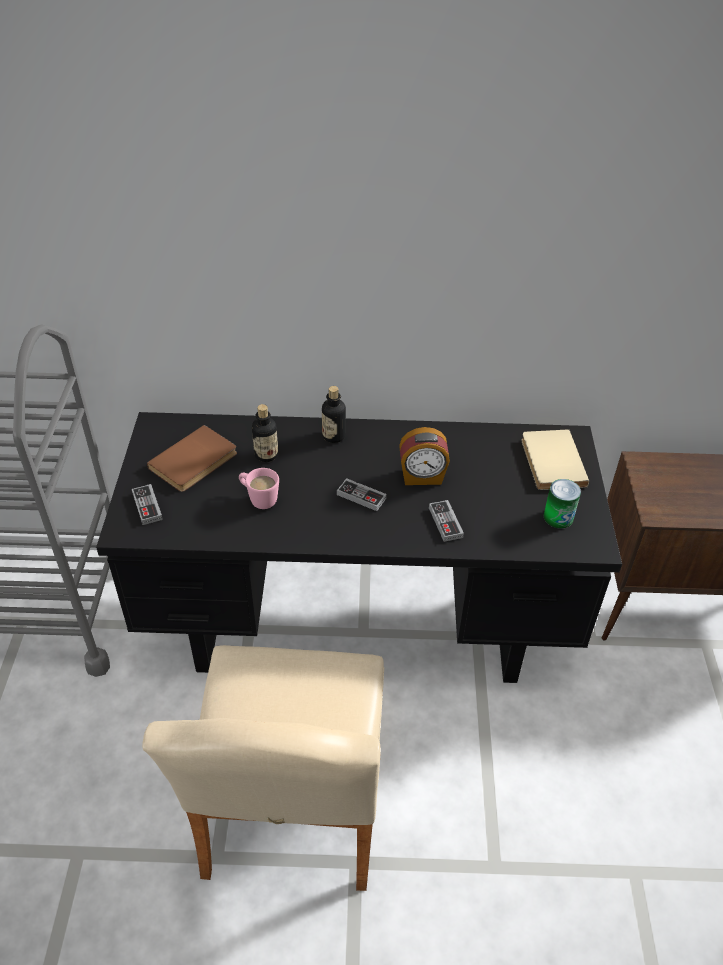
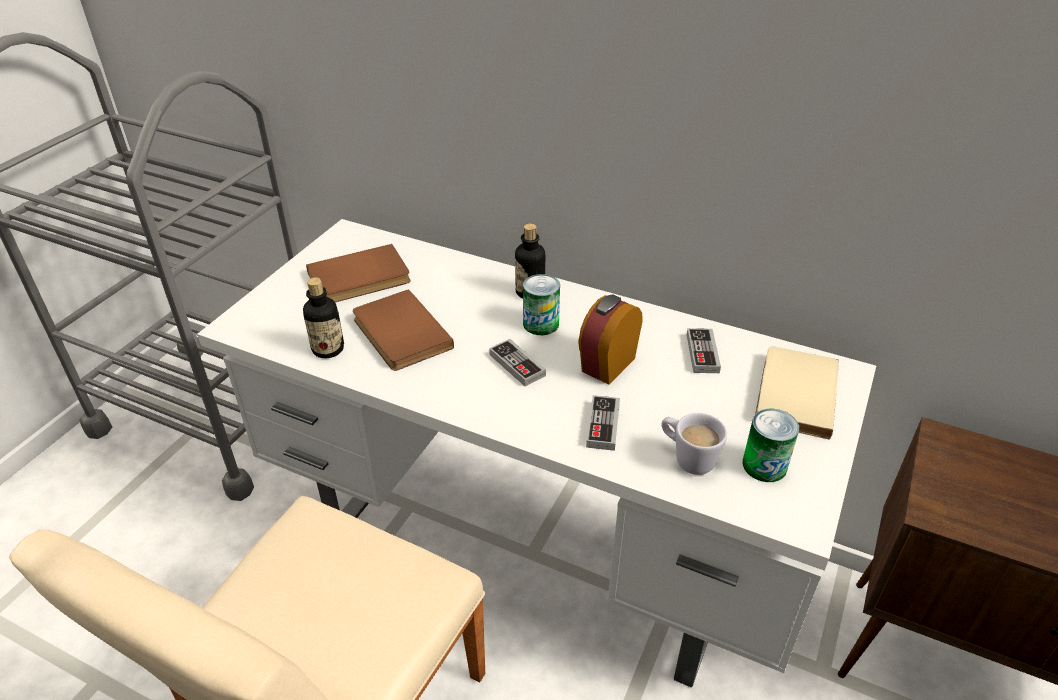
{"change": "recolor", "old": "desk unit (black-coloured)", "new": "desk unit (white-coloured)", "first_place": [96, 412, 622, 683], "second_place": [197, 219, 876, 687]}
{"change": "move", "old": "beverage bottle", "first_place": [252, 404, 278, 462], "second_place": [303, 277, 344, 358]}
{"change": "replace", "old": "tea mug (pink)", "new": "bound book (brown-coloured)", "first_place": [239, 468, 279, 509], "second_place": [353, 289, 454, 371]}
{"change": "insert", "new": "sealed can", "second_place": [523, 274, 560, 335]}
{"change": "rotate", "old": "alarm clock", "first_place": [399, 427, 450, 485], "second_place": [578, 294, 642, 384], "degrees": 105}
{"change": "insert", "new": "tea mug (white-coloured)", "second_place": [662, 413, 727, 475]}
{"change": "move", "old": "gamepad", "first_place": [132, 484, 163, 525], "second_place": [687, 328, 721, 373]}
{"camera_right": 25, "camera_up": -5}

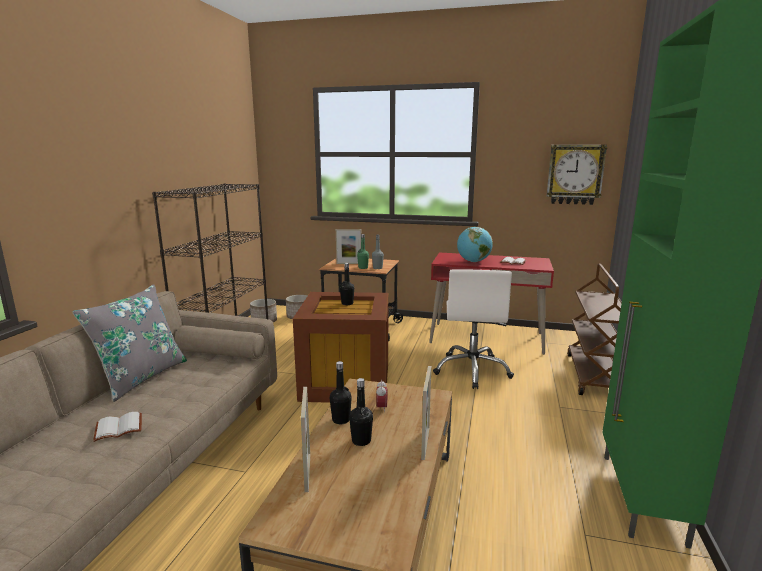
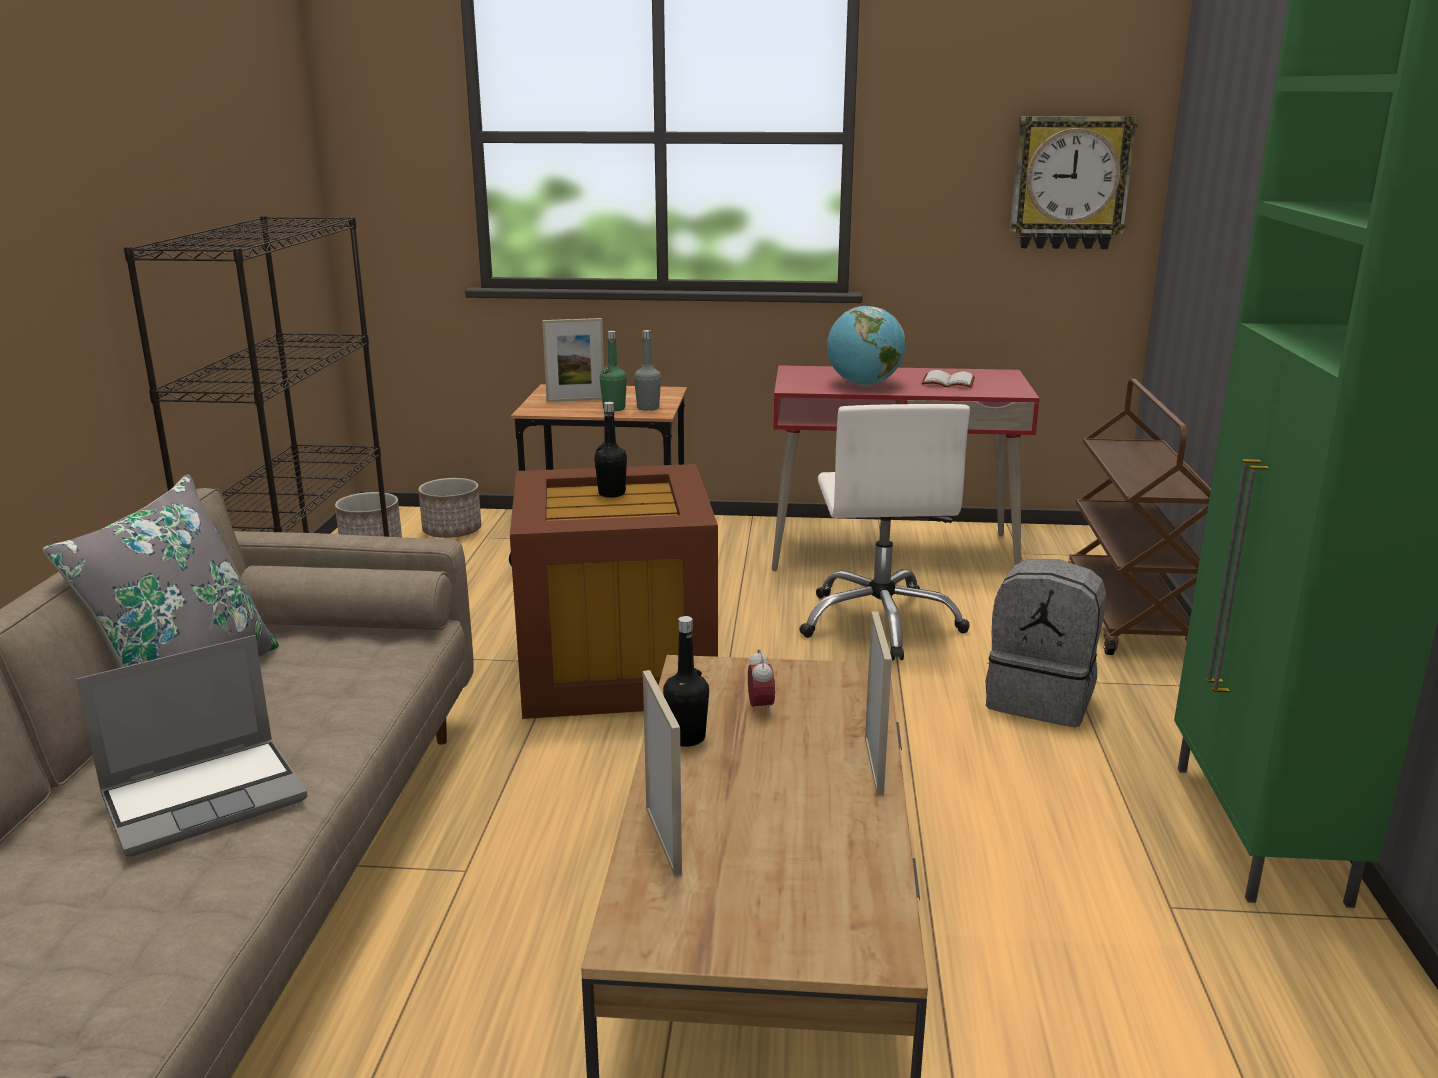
{"change": "replace", "old": "bound book (white-coloured)", "new": "notebook computer", "first_place": [93, 412, 142, 442], "second_place": [76, 635, 308, 857]}
{"change": "insert", "new": "backpack (greyish)", "second_place": [986, 559, 1106, 727]}
{"change": "delete", "old": "beverage bottle (black-coloured)", "first_place": [349, 378, 373, 446]}
{"camera_right": -10, "camera_up": 5}

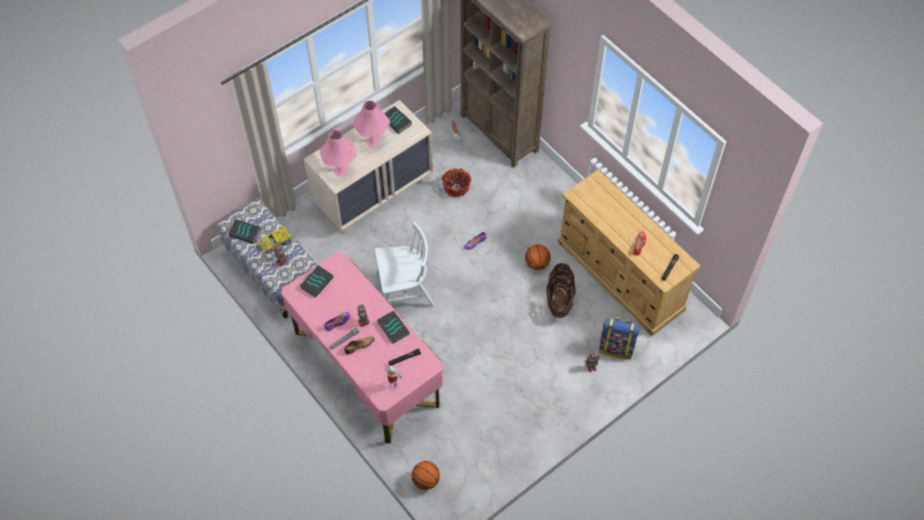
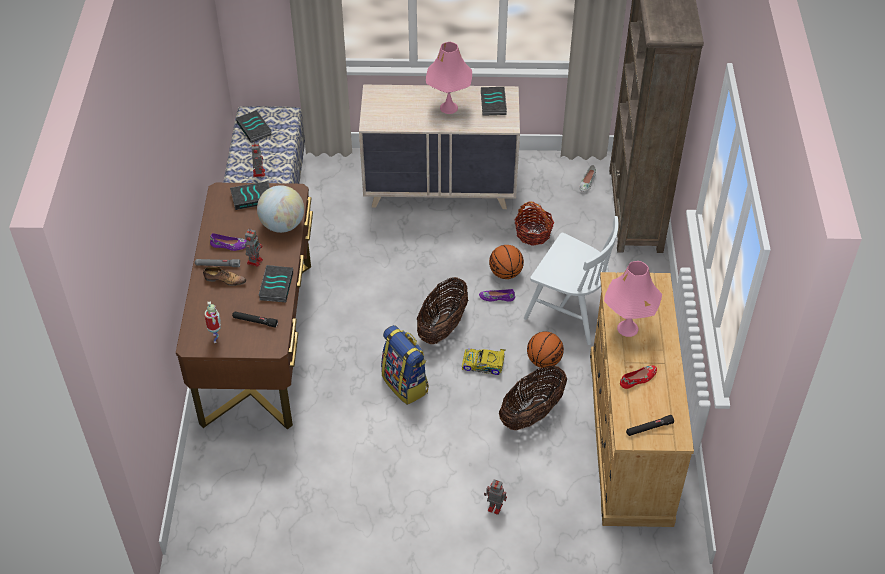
{"change": "recolor", "old": "desk unit (pink)", "new": "desk unit (brown-coloured)", "first_place": [281, 252, 443, 443], "second_place": [176, 183, 313, 429]}
{"change": "insert", "new": "world globe", "second_place": [257, 185, 304, 233]}
{"change": "move", "old": "backpack", "first_place": [599, 317, 639, 359], "second_place": [381, 325, 429, 405]}
{"change": "insert", "new": "household basket", "second_place": [417, 277, 468, 344]}
{"change": "move", "old": "model car", "first_place": [259, 225, 292, 254], "second_place": [462, 349, 506, 375]}
{"change": "move", "old": "ball for basketball", "first_place": [411, 461, 440, 490], "second_place": [489, 245, 524, 279]}
{"change": "move", "old": "plain chair (white-coloured)", "first_place": [375, 222, 435, 307], "second_place": [524, 216, 618, 345]}
{"change": "move", "old": "table lamp (pink)", "first_place": [319, 130, 357, 177], "second_place": [604, 261, 662, 337]}
{"camera_right": 40, "camera_up": -10}

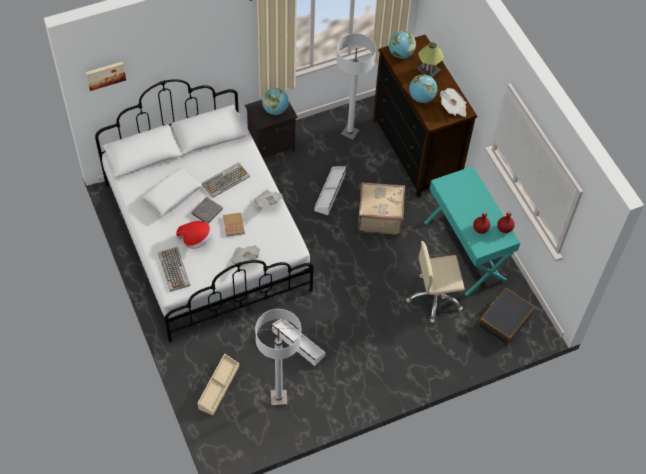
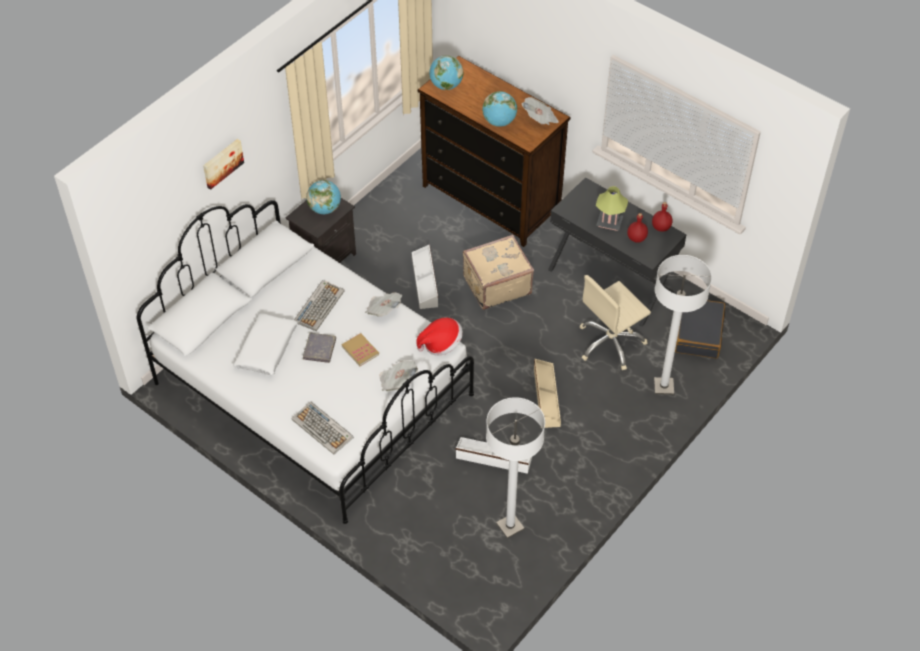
{"change": "move", "old": "wall picture", "first_place": [86, 62, 126, 91], "second_place": [203, 139, 244, 190]}
{"change": "move", "old": "wearable hat", "first_place": [176, 221, 213, 249], "second_place": [416, 317, 463, 355]}
{"change": "move", "old": "storage container (beige)", "first_place": [197, 353, 239, 415], "second_place": [534, 359, 561, 428]}
{"change": "recolor", "old": "desk unit (turquoise)", "new": "desk unit (black-coloured)", "first_place": [424, 166, 520, 296], "second_place": [548, 177, 687, 326]}
{"change": "move", "old": "table lamp", "first_place": [417, 42, 444, 77], "second_place": [596, 186, 628, 231]}
{"change": "move", "old": "standard lamp (white-coloured)", "first_place": [336, 33, 376, 140], "second_place": [654, 255, 712, 395]}
{"camera_right": -25, "camera_up": -5}

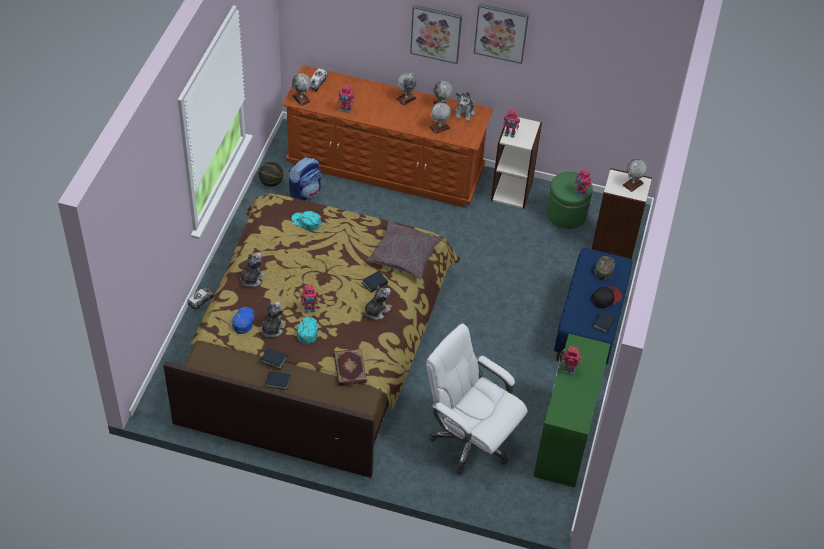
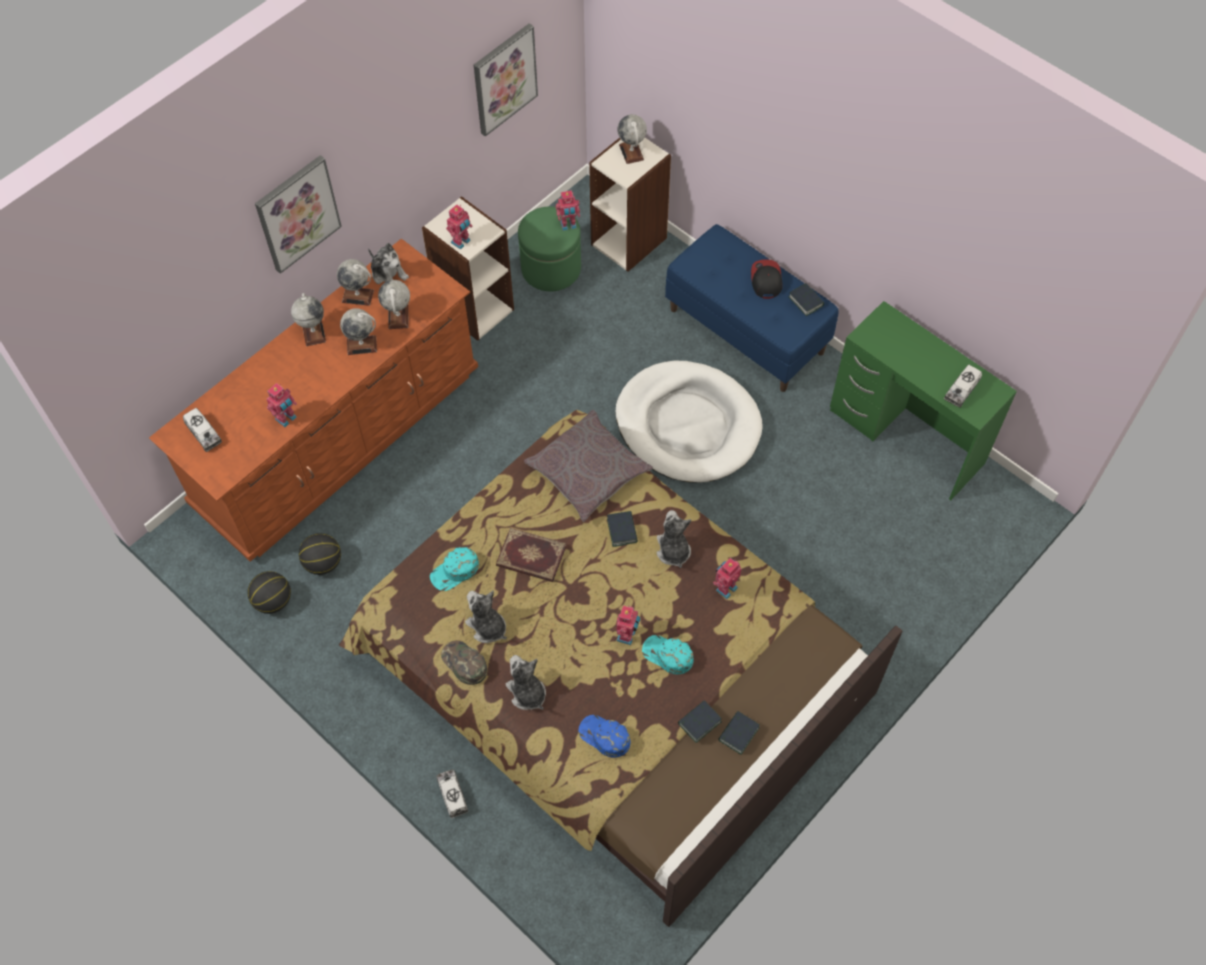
{"change": "replace", "old": "backpack", "new": "ball for basketball", "first_place": [289, 157, 321, 201], "second_place": [299, 533, 341, 575]}
{"change": "move", "old": "world globe", "first_place": [292, 73, 311, 106], "second_place": [340, 308, 377, 355]}
{"change": "move", "old": "baseball cap (green)", "first_place": [594, 256, 615, 280], "second_place": [441, 640, 487, 685]}
{"change": "move", "old": "soft toy", "first_place": [261, 302, 284, 337], "second_place": [465, 590, 507, 643]}
{"change": "move", "old": "wall picture", "first_place": [474, 3, 529, 64], "second_place": [474, 23, 538, 137]}
{"change": "move", "old": "bound book", "first_place": [334, 349, 367, 385], "second_place": [496, 528, 566, 582]}
{"change": "insert", "new": "dog bed (white-coloured)", "second_place": [615, 361, 763, 483]}
{"change": "move", "old": "robot figure", "first_place": [562, 346, 582, 376], "second_place": [713, 558, 742, 599]}
{"change": "insert", "new": "toy lorry", "second_place": [944, 365, 982, 407]}
{"change": "delete", "old": "desk chair (white-coloured)", "first_place": [426, 323, 527, 475]}
{"camera_right": -60, "camera_up": 10}

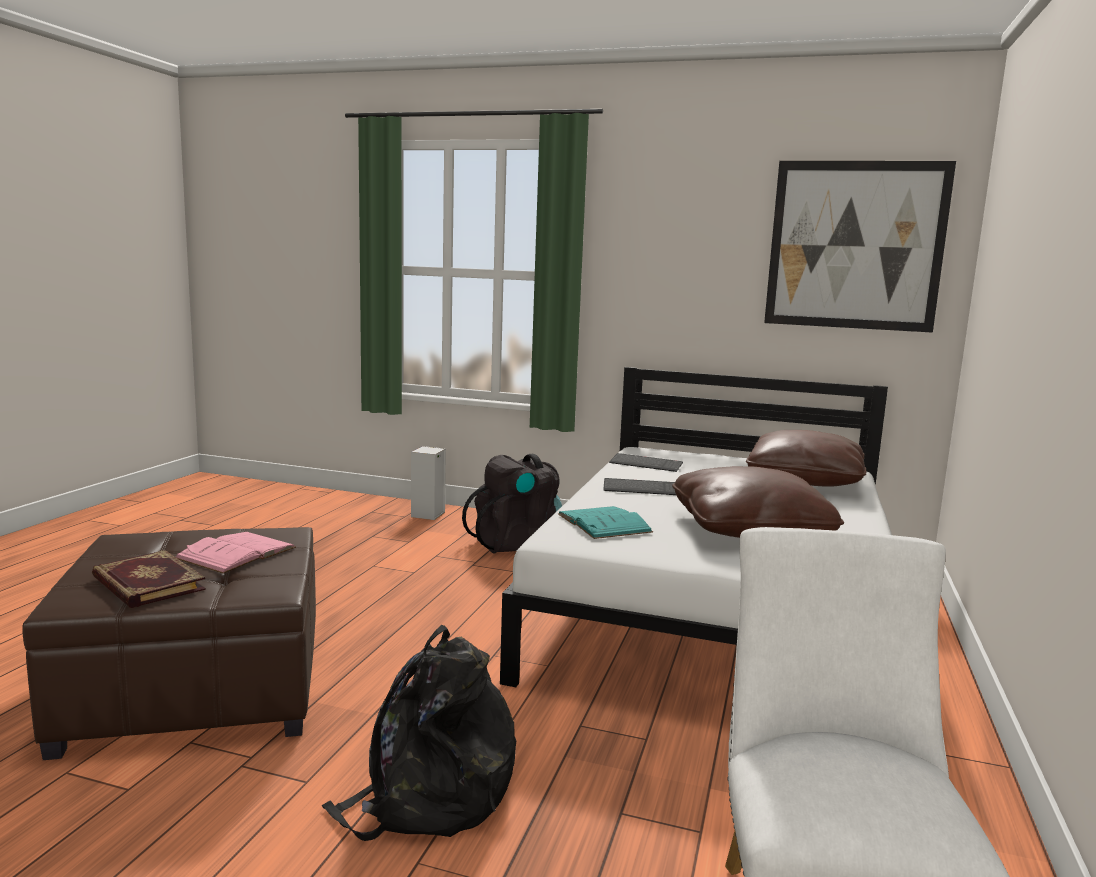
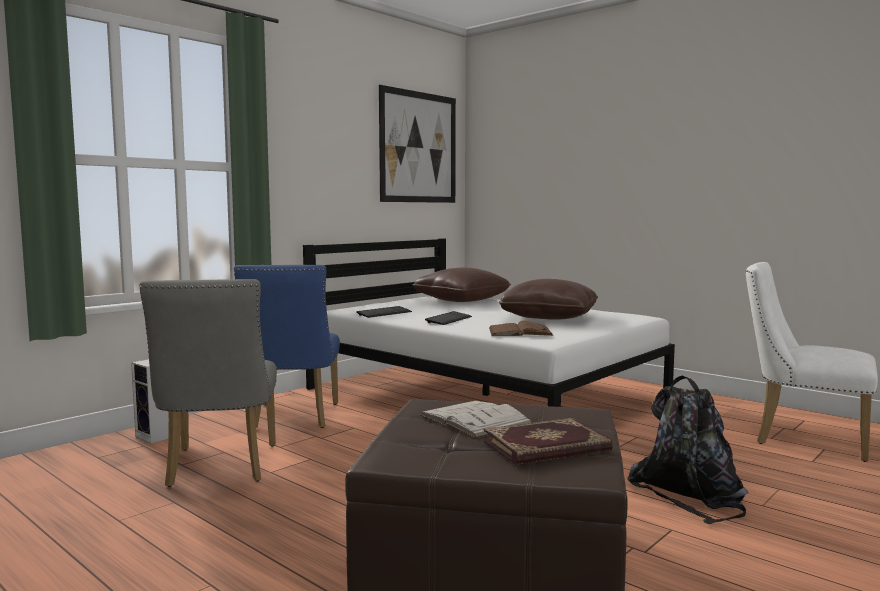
{"change": "insert", "new": "plain chair (greyish)", "second_place": [139, 279, 277, 487]}
{"change": "replace", "old": "backpack (black-coloured)", "new": "plain chair (blue-coloured)", "first_place": [462, 454, 562, 553], "second_place": [234, 265, 340, 428]}
{"change": "recolor", "old": "bound book (pink)", "new": "bound book (white-coloured)", "first_place": [176, 532, 296, 574], "second_place": [419, 401, 532, 438]}
{"change": "recolor", "old": "bound book (turquoise)", "new": "bound book (brown-coloured)", "first_place": [558, 506, 653, 539], "second_place": [489, 321, 554, 336]}
{"camera_right": -65, "camera_up": -5}

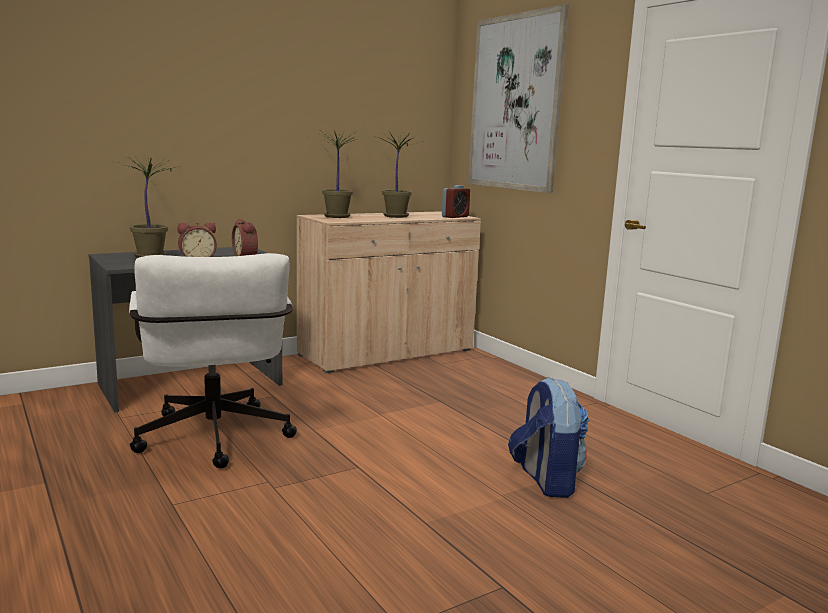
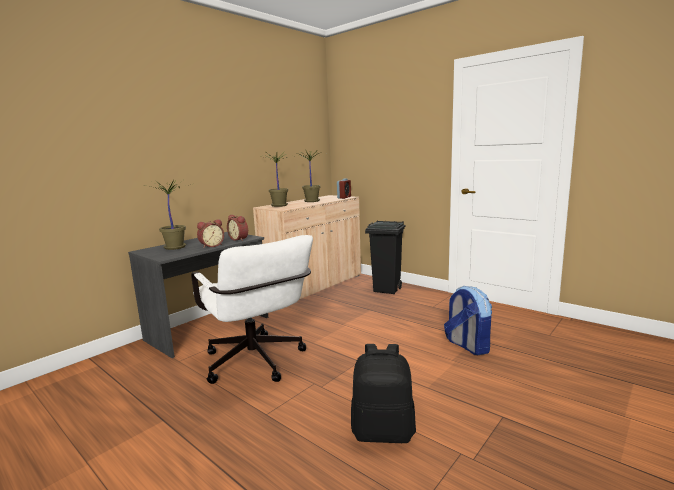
{"change": "insert", "new": "backpack (black-coloured)", "second_place": [351, 344, 416, 443]}
{"change": "insert", "new": "waste bin (black-coloured)", "second_place": [365, 220, 405, 294]}
{"change": "delete", "old": "wall picture", "first_place": [468, 4, 569, 193]}
{"camera_right": -15, "camera_up": 0}

